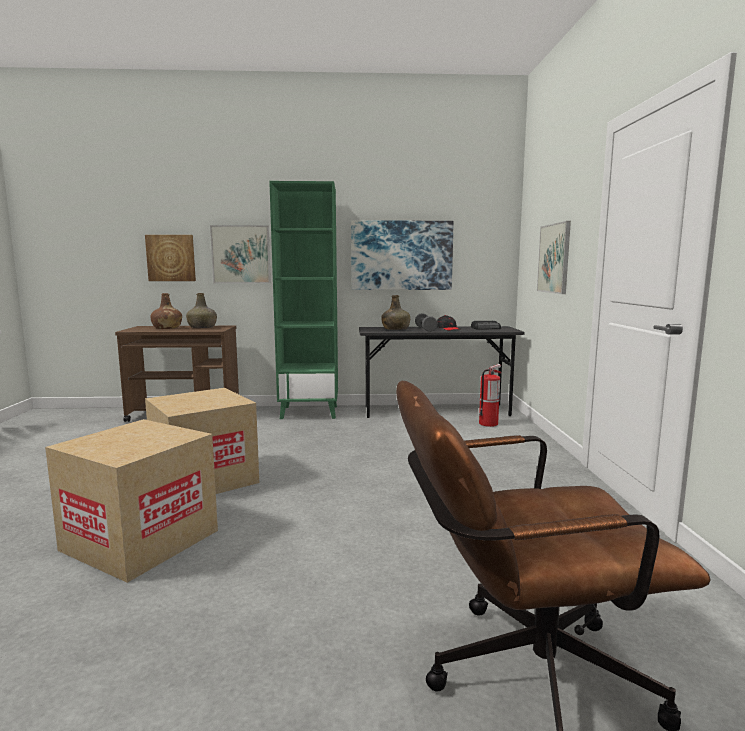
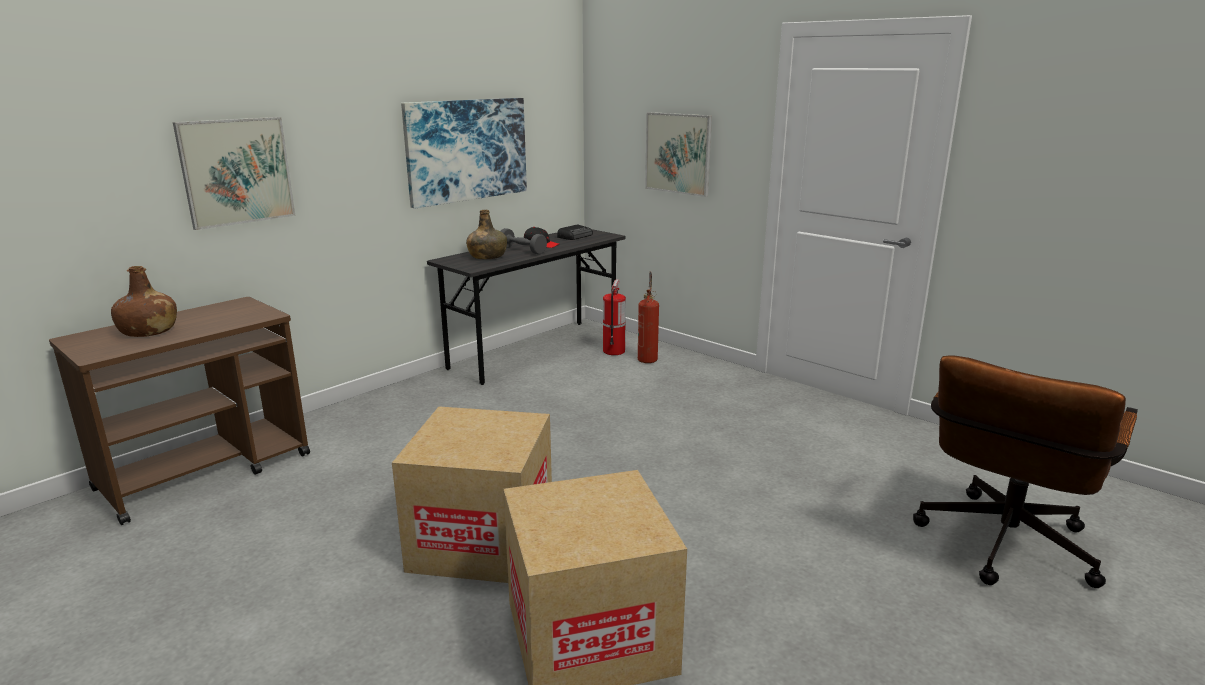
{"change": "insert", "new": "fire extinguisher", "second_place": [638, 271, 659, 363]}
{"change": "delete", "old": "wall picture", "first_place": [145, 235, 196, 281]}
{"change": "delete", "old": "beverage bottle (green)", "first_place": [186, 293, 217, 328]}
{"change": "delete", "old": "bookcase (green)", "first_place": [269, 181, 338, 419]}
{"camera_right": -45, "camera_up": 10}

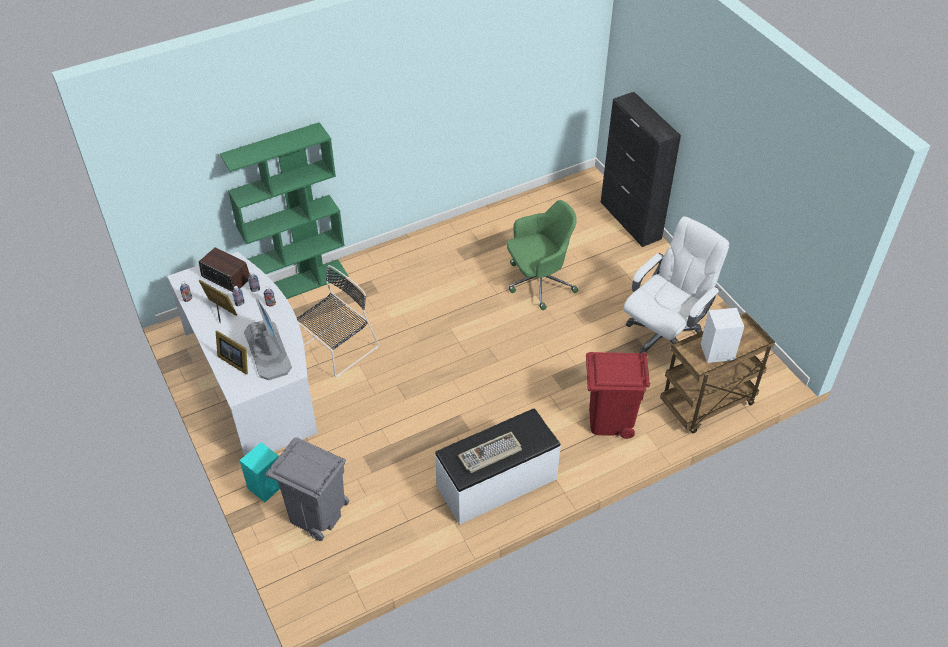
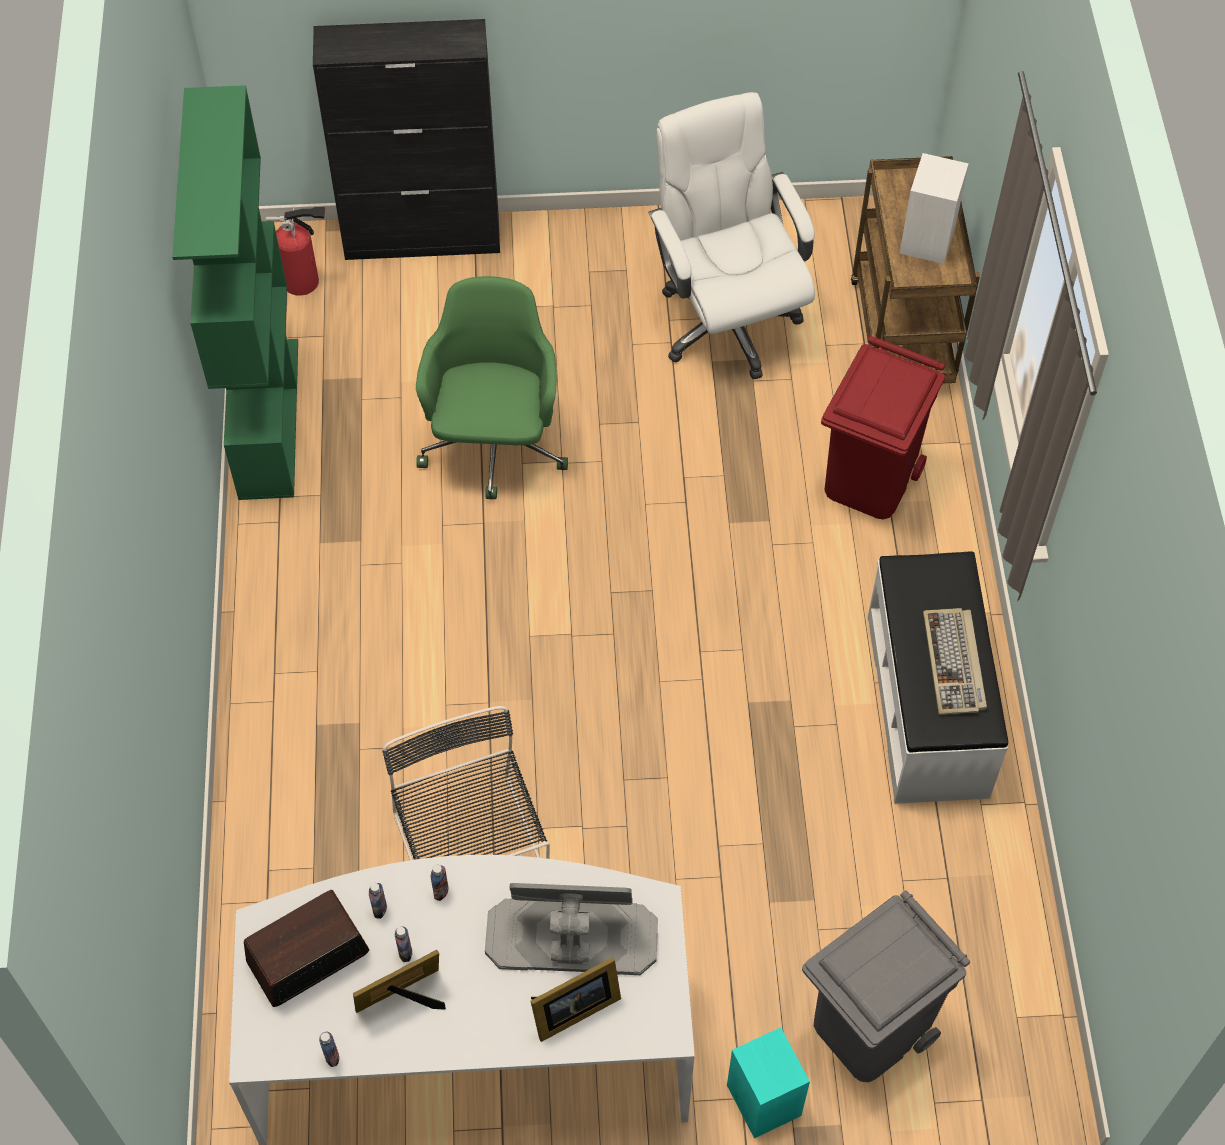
{"change": "move", "old": "bookcase (green)", "first_place": [220, 122, 348, 299], "second_place": [172, 85, 298, 500]}
{"change": "insert", "new": "fire extinguisher", "second_place": [266, 206, 325, 296]}
{"camera_right": -65, "camera_up": 10}

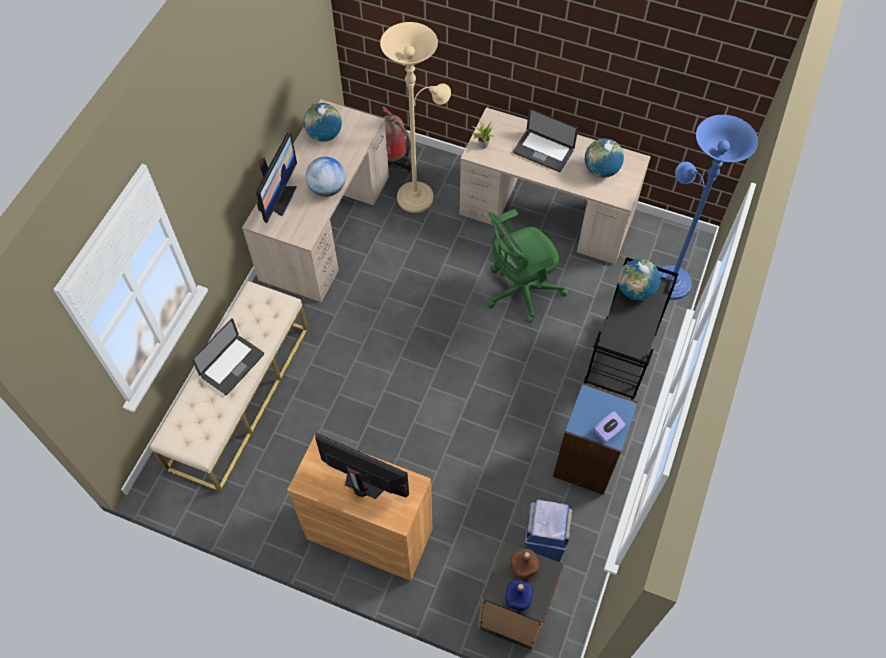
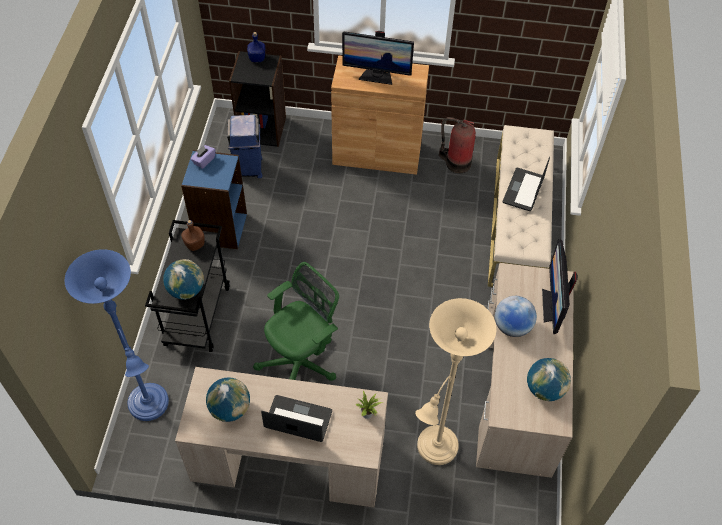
{"change": "move", "old": "beverage bottle (brown-coloured)", "first_place": [510, 549, 539, 579], "second_place": [181, 220, 205, 251]}
{"change": "move", "old": "fire extinguisher", "first_place": [382, 107, 411, 173], "second_place": [439, 117, 476, 173]}
{"camera_right": 165, "camera_up": -5}

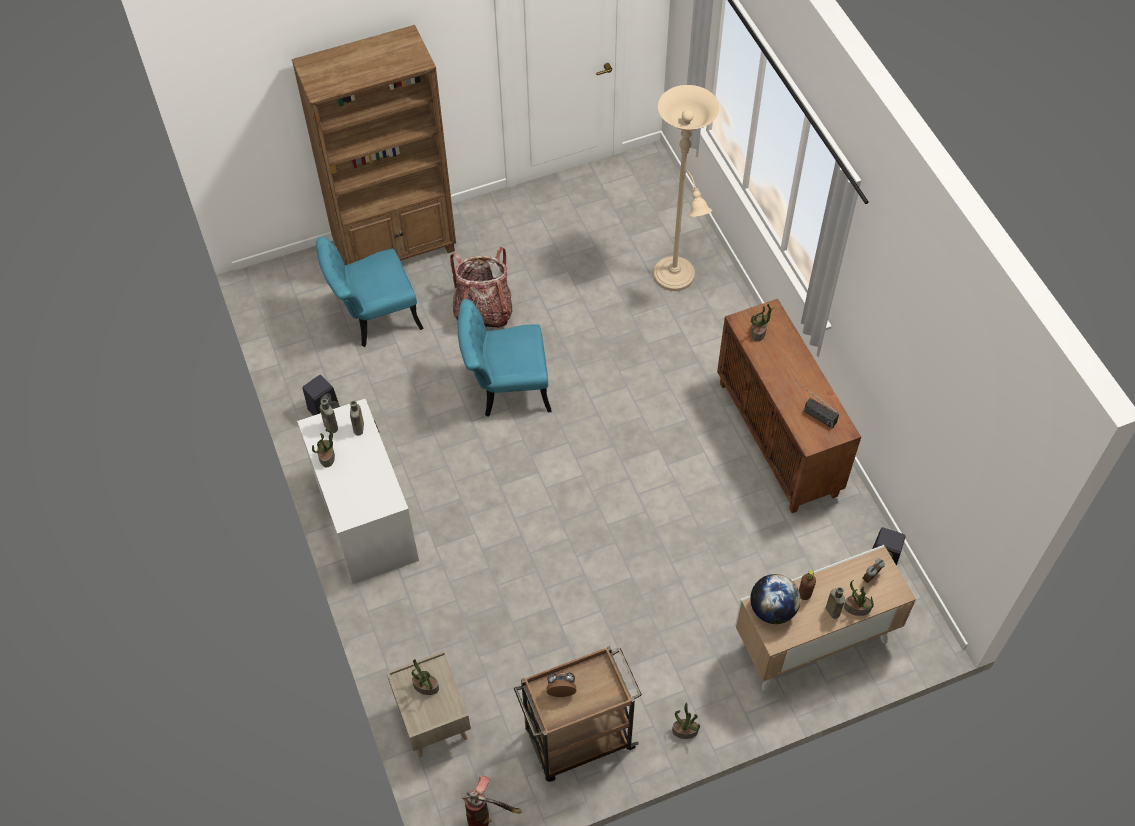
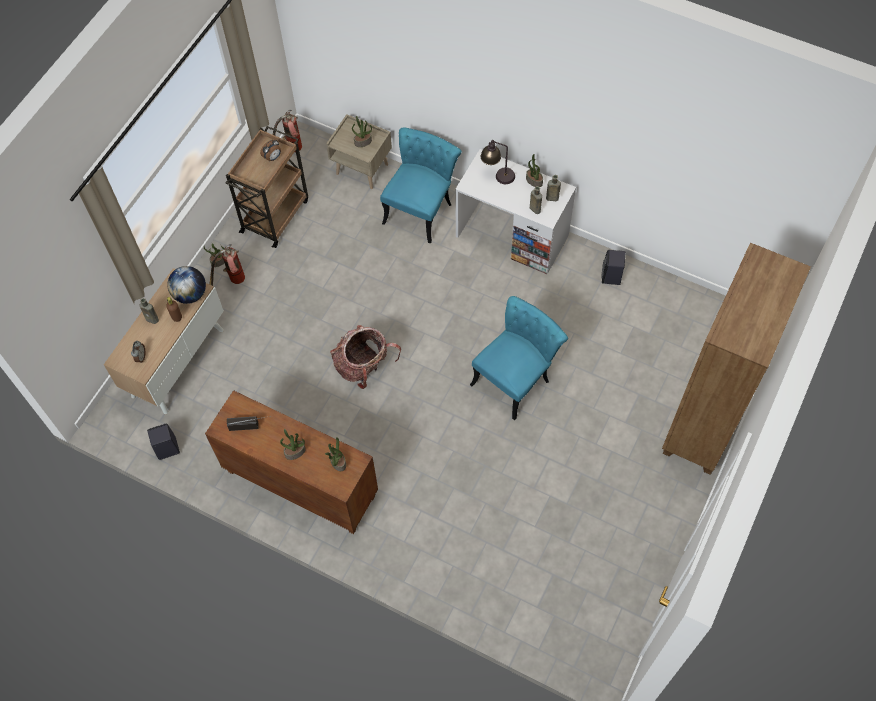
{"change": "insert", "new": "fire extinguisher", "second_place": [209, 244, 245, 286]}
{"change": "move", "old": "potted plant", "first_place": [844, 580, 874, 616], "second_place": [280, 429, 306, 460]}
{"change": "move", "old": "backpack", "first_place": [450, 247, 513, 328], "second_place": [330, 325, 401, 389]}
{"change": "move", "old": "plain chair (turquoise)", "first_place": [316, 237, 424, 347], "second_place": [380, 127, 462, 244]}
{"change": "insert", "new": "table lamp", "second_place": [481, 140, 515, 184]}
{"change": "delete", "old": "standard lamp (beige)", "first_place": [653, 85, 719, 291]}
{"camera_right": 140, "camera_up": 5}

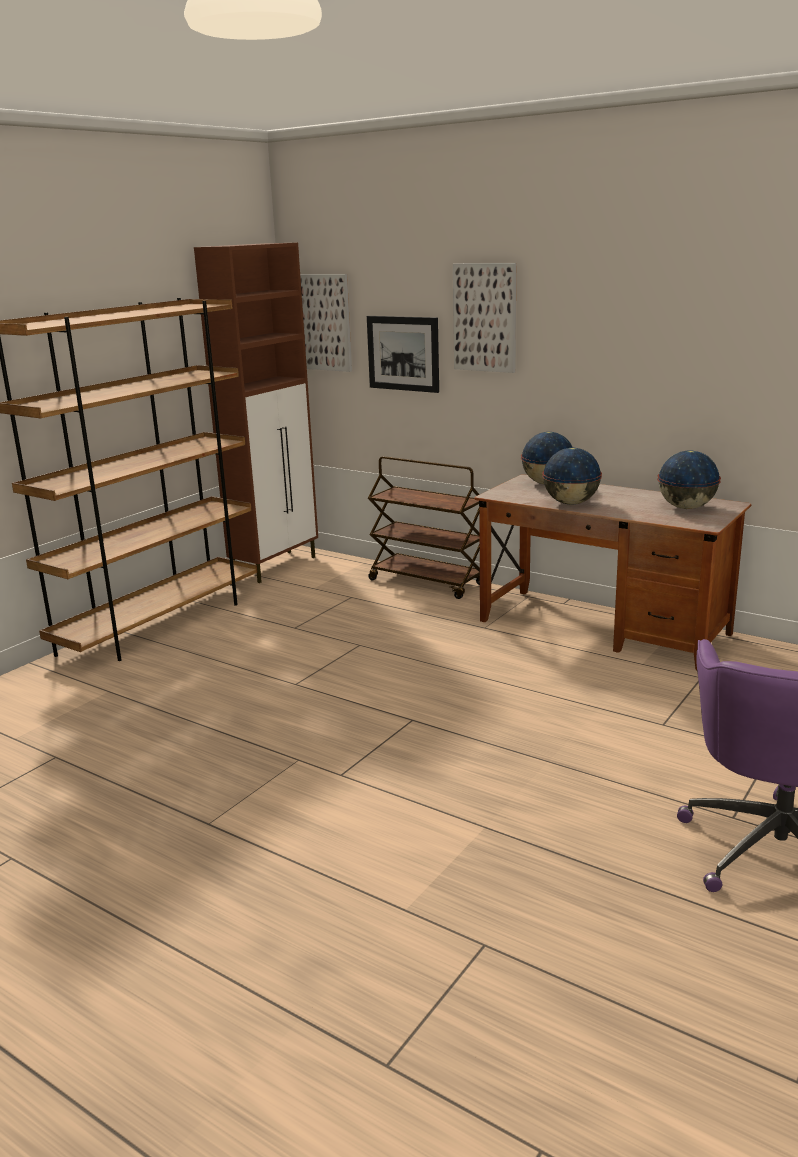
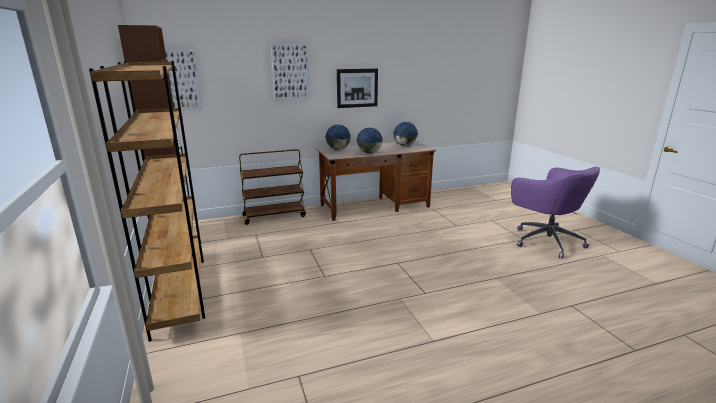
{"change": "move", "old": "wall picture", "first_place": [367, 316, 439, 393], "second_place": [337, 69, 378, 108]}
{"camera_right": -55, "camera_up": 0}

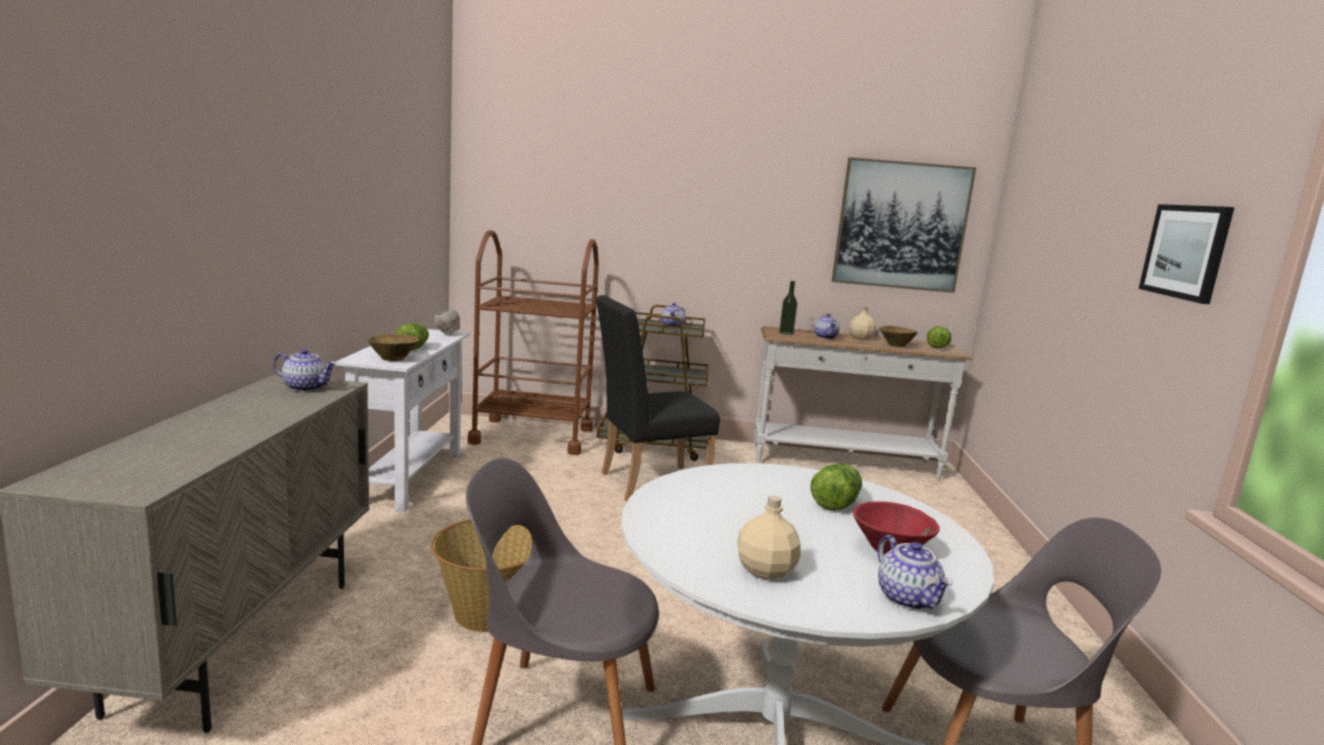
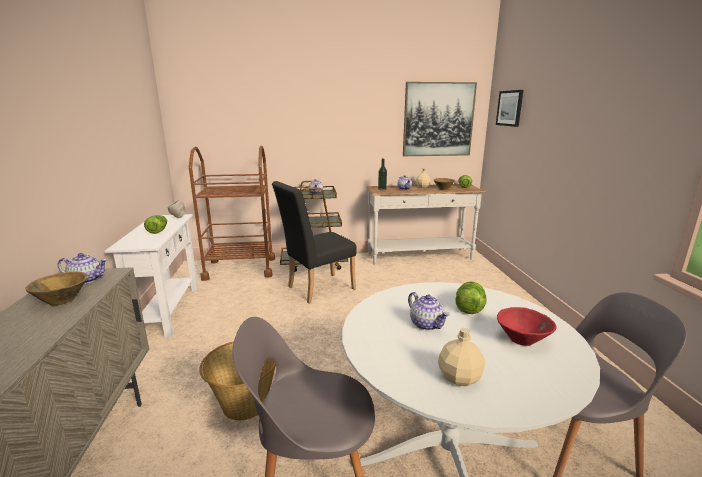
{"change": "move", "old": "deep dish (brown-coloured)", "first_place": [367, 334, 419, 361], "second_place": [25, 271, 87, 306]}
{"change": "move", "old": "pot for tea", "first_place": [878, 535, 953, 610], "second_place": [408, 292, 450, 330]}
{"change": "move", "old": "wall picture", "first_place": [1139, 204, 1235, 304], "second_place": [496, 90, 524, 127]}
{"camera_right": -10, "camera_up": 5}

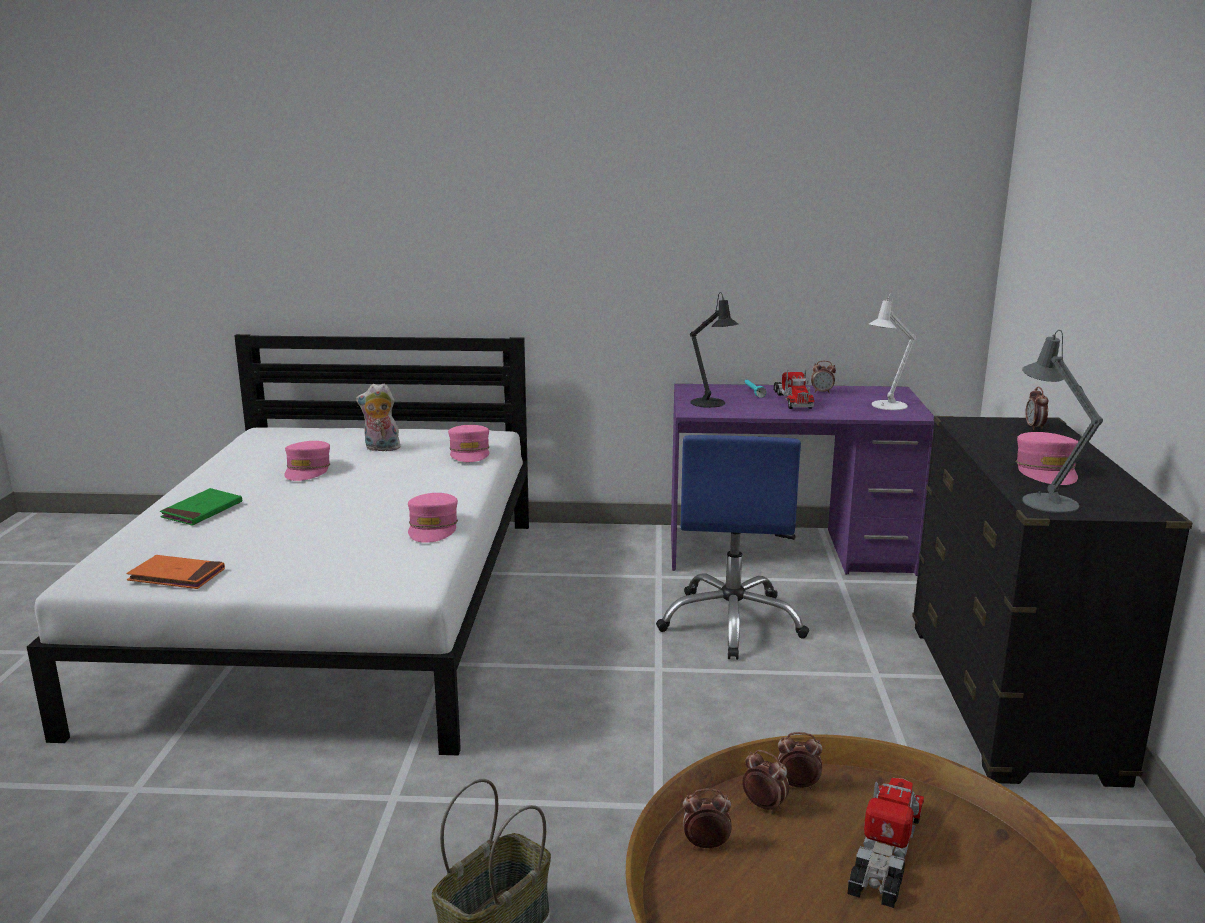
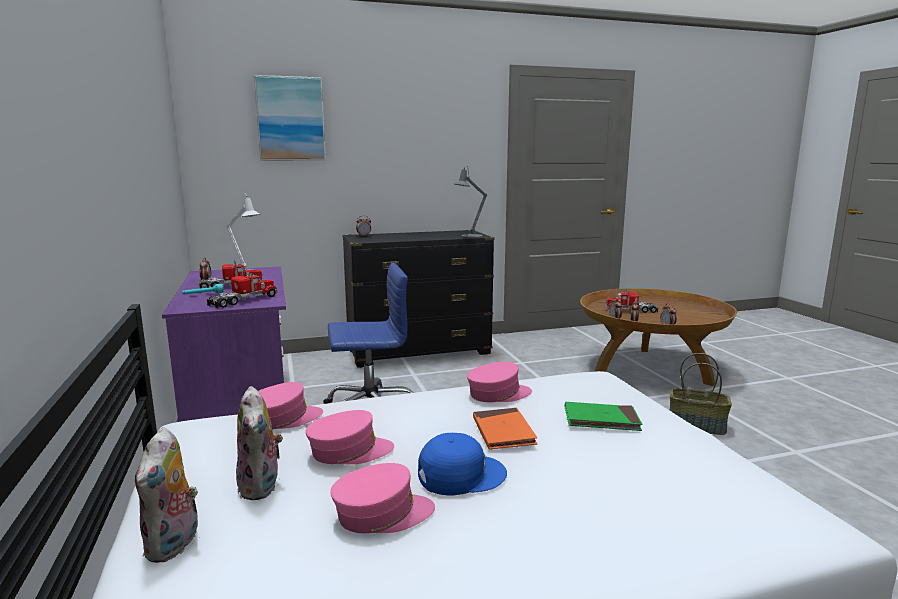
{"change": "insert", "new": "soft toy", "second_place": [135, 427, 200, 563]}
{"change": "replace", "old": "table lamp (black-coloured)", "new": "toy lorry", "first_place": [690, 292, 739, 408], "second_place": [207, 270, 278, 308]}
{"change": "insert", "new": "wall picture", "second_place": [254, 75, 326, 160]}
{"change": "move", "old": "baseball cap (pink)", "first_place": [1016, 432, 1078, 485], "second_place": [305, 410, 394, 464]}
{"change": "insert", "new": "baseball cap (blue-coloured)", "second_place": [418, 433, 507, 495]}
{"change": "move", "old": "bound book (orange-coloured)", "first_place": [126, 555, 225, 589], "second_place": [473, 408, 538, 450]}
{"change": "move", "old": "bound book (green)", "first_place": [160, 488, 242, 525], "second_place": [565, 402, 643, 431]}
{"camera_right": -110, "camera_up": -5}

